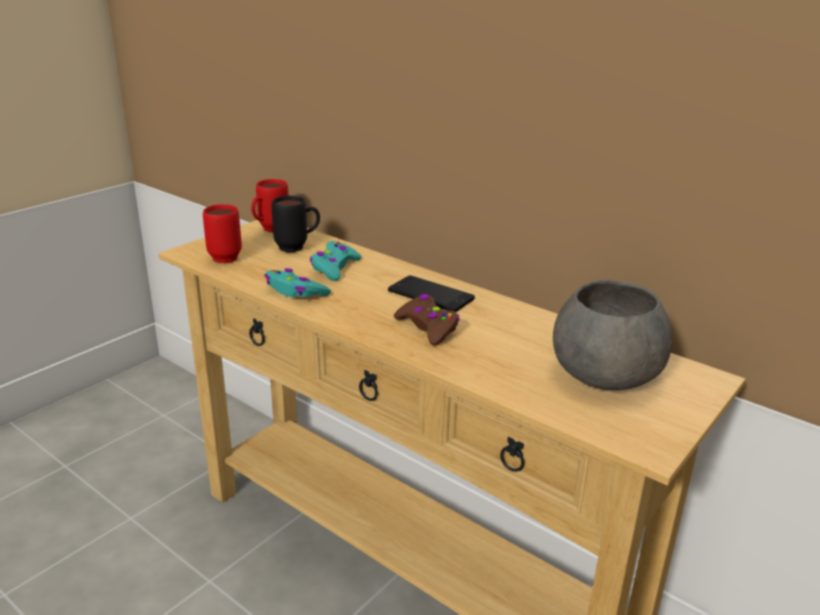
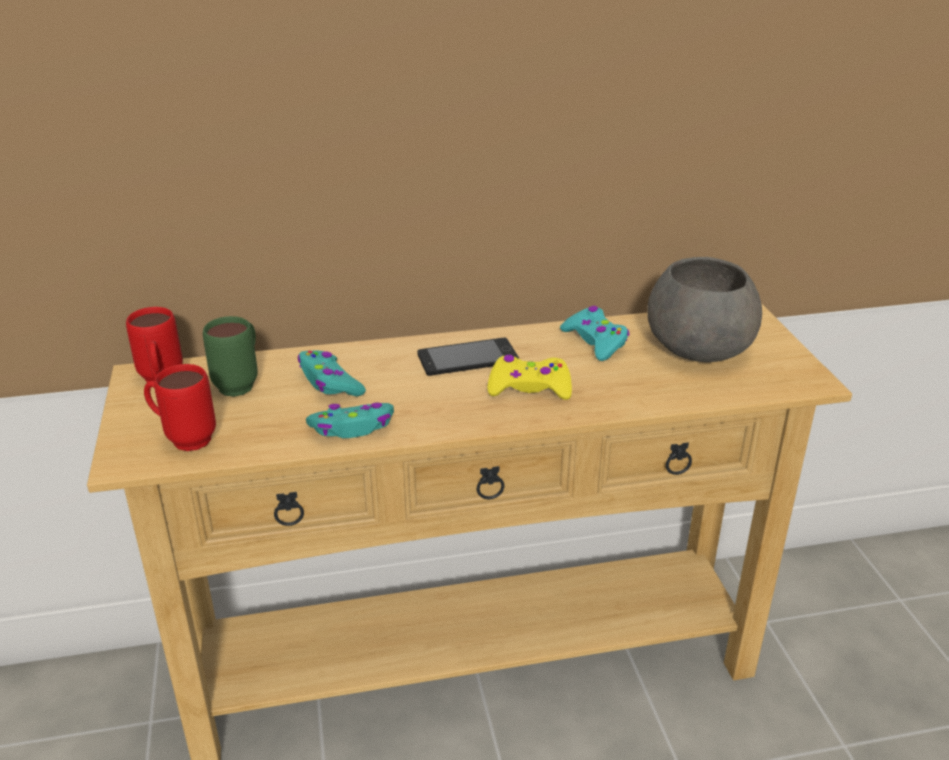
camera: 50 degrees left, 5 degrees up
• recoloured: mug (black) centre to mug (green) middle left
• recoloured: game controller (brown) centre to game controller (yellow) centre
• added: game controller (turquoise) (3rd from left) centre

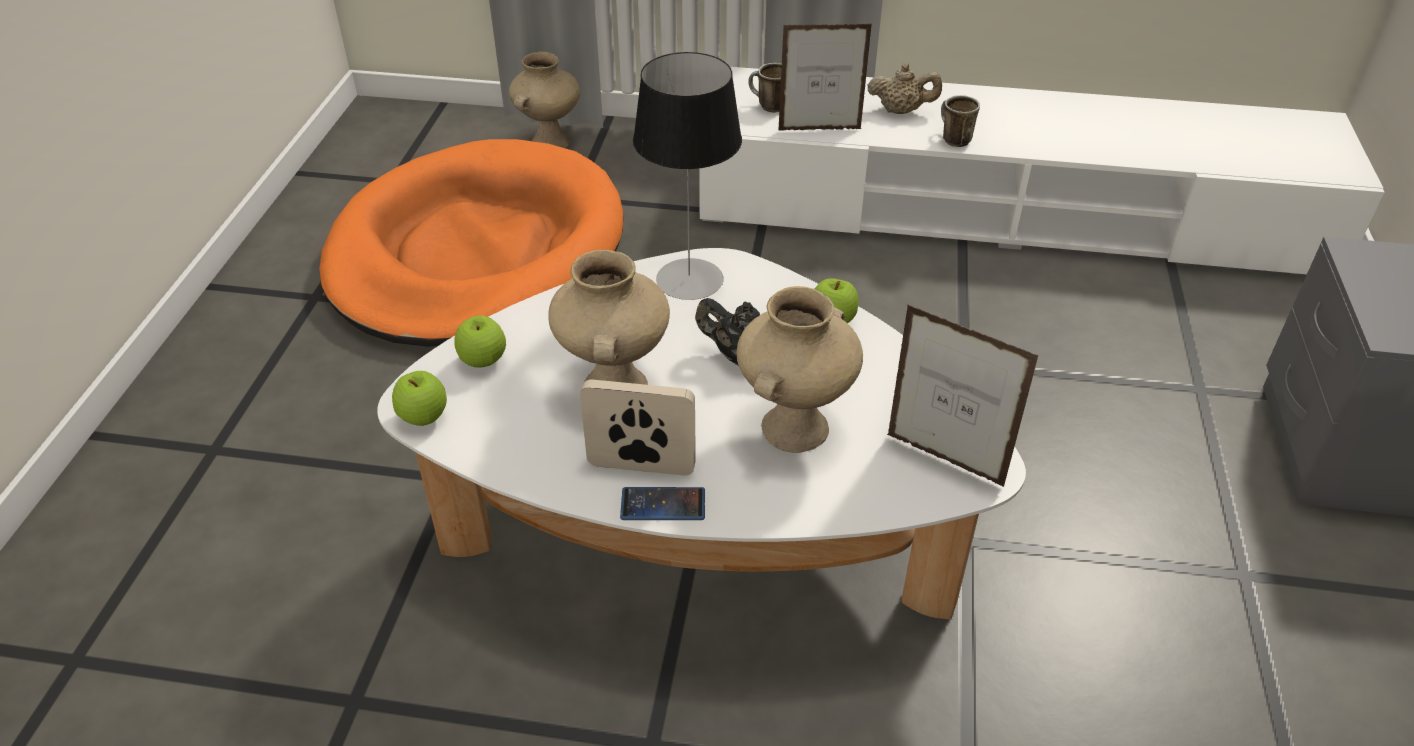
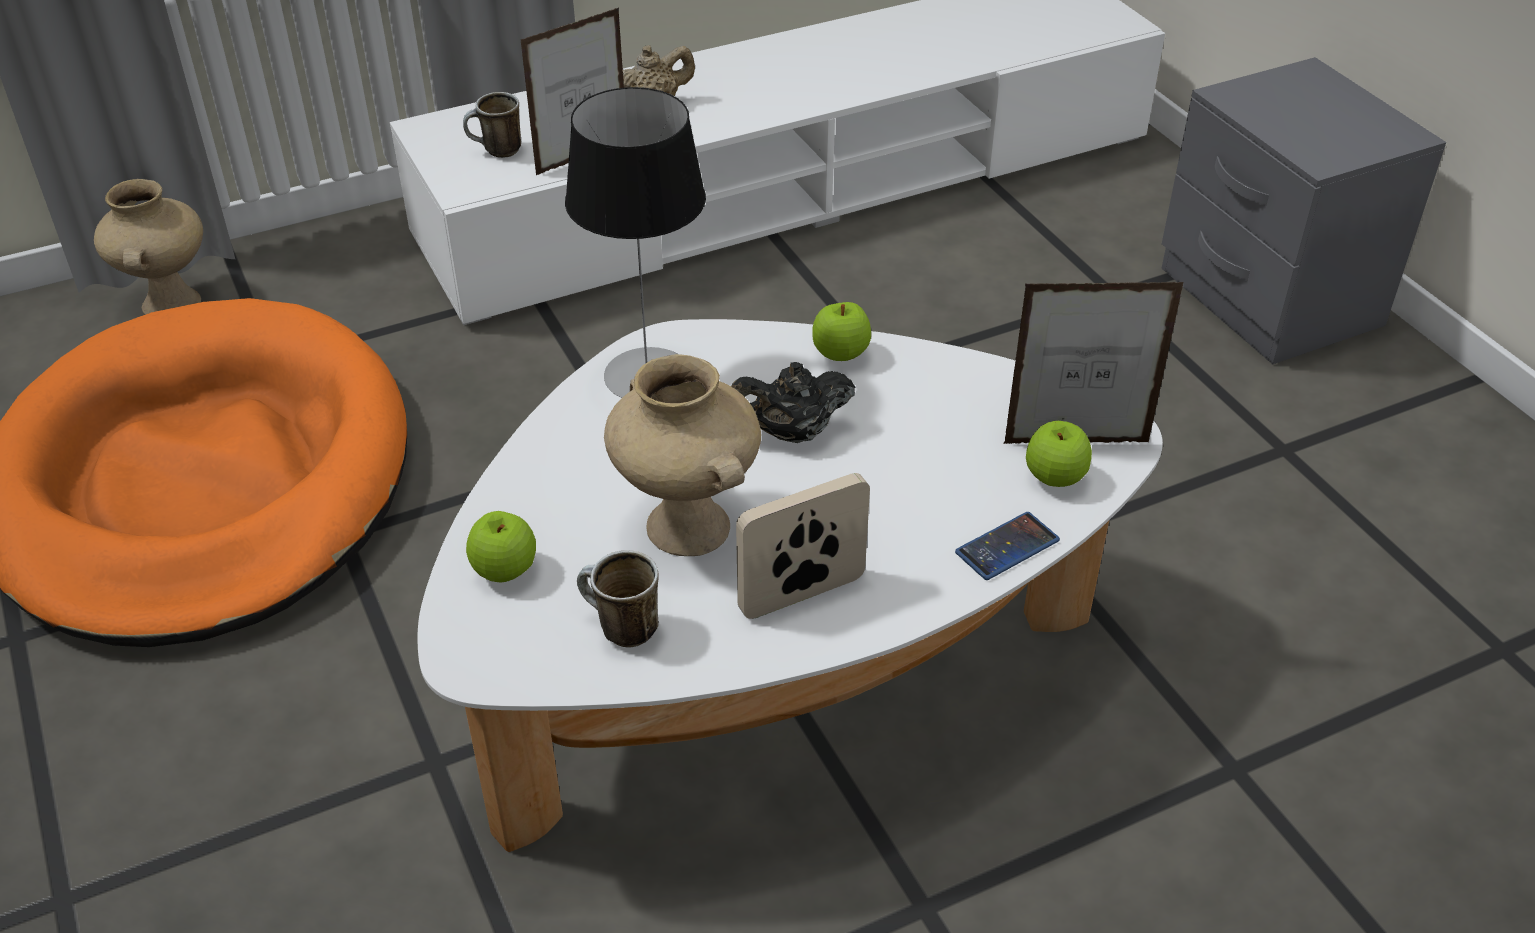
camera: 35 degrees left, 0 degrees up
• moved: mug (2nd from left) top right to centre
• removed: vase (beige) (3rd from left) centre
• moved: apple (1st from left in the first image) middle left to apple (3rd from left) middle right
• moved: phone bottom centre to centre

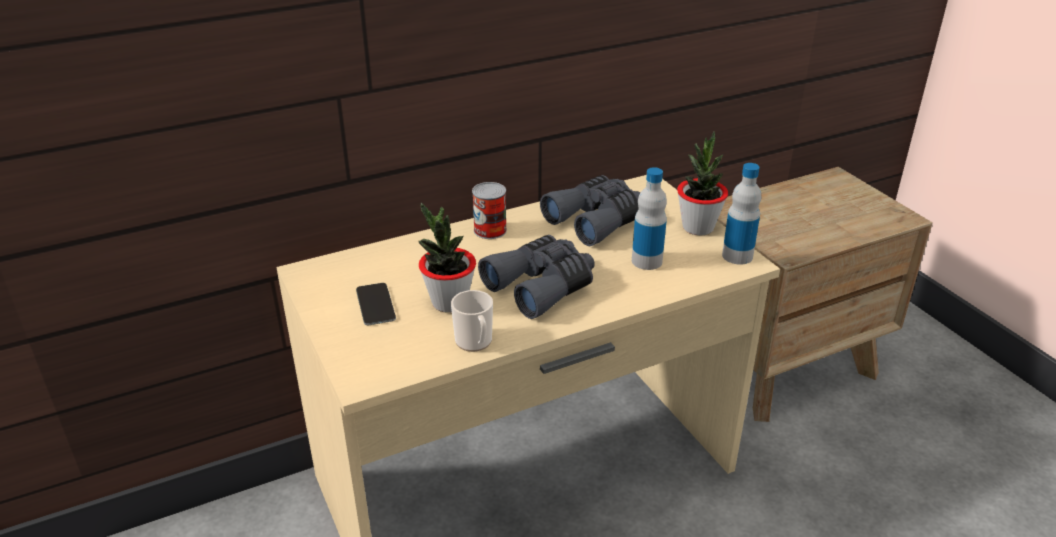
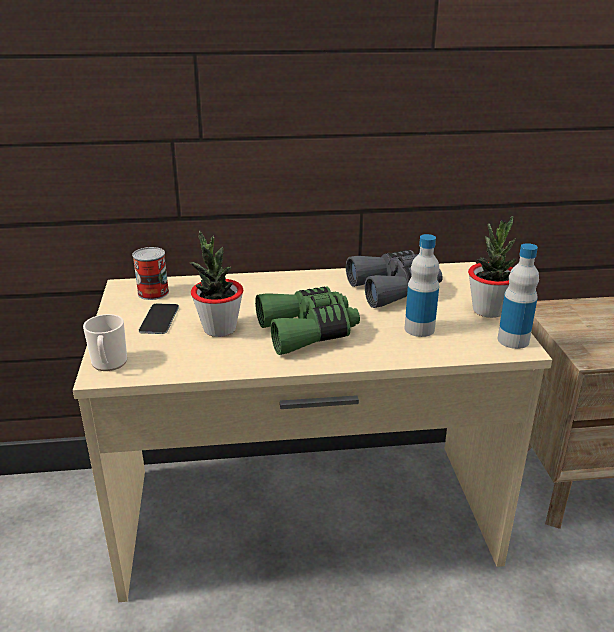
camera: 20 degrees right, 5 degrees down
• moved: can centre to middle left
• recoloured: binoculars (grey) (1st from left) centre to binoculars (green) centre
• moved: mug centre to middle left

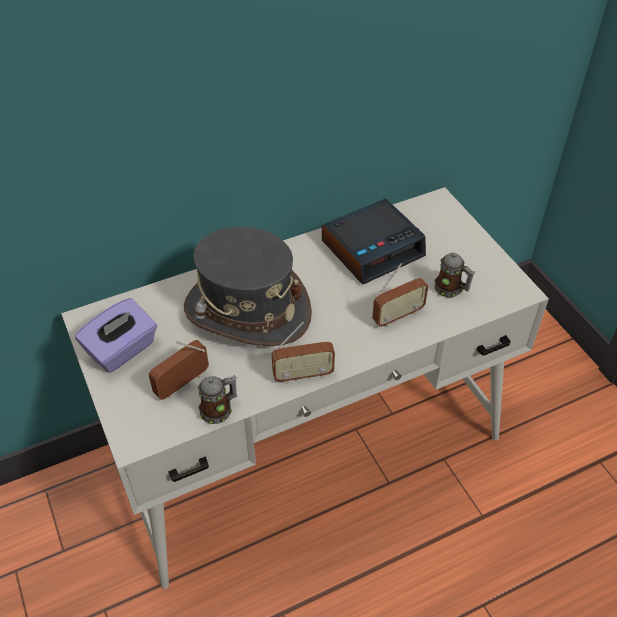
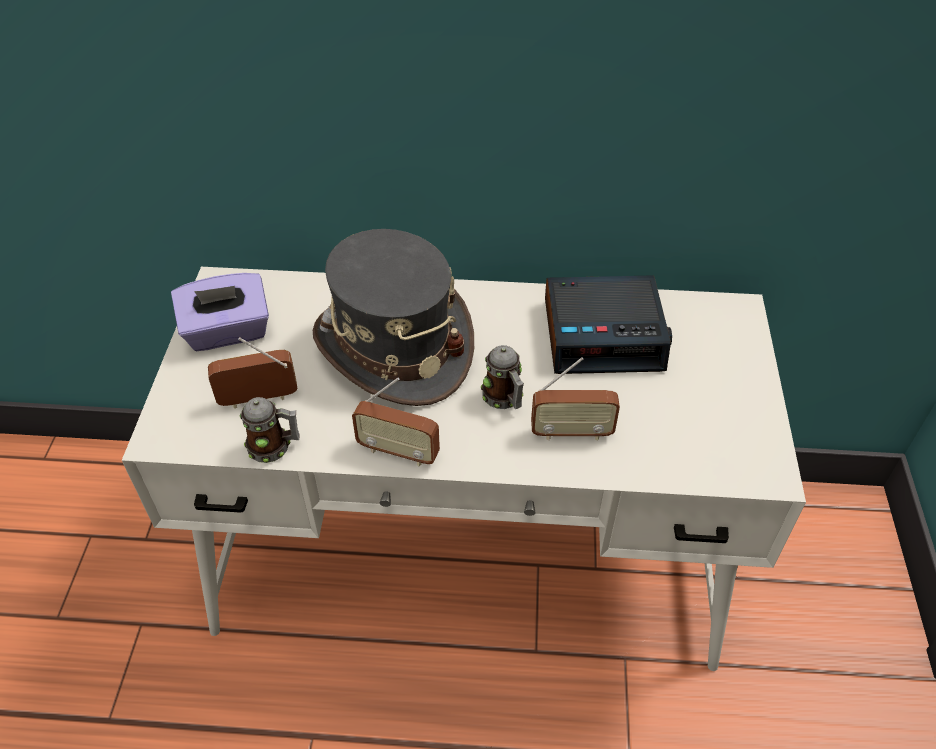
camera: 30 degrees right, 0 degrees up
• moved: mug (2nd from left) middle right to centre

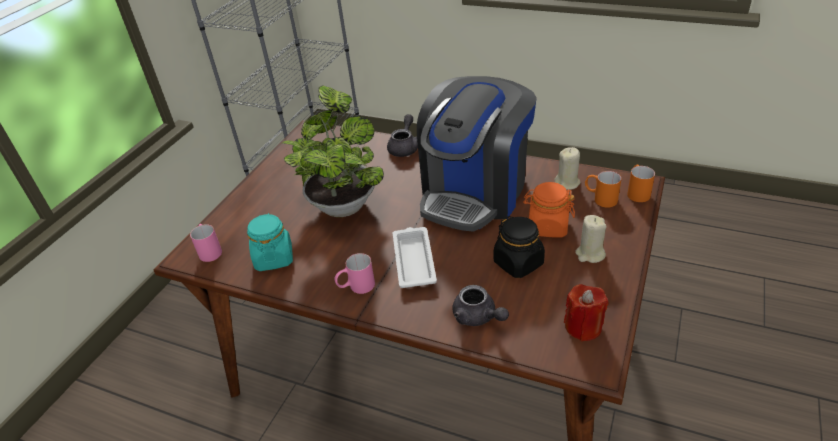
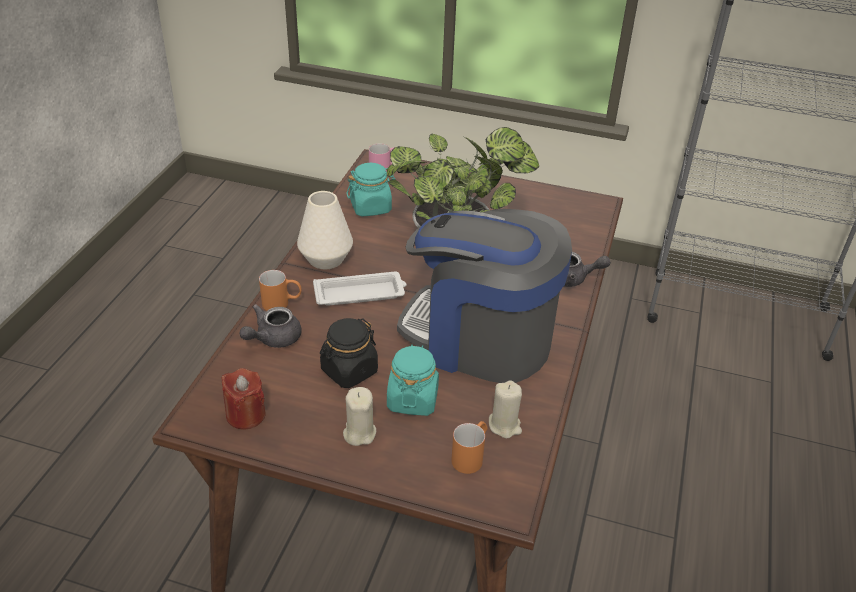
camera: 80 degrees right, 0 degrees up
• moved: mug (orange) (2nd from left in the first image) middle right to mug (orange) (1st from left) middle left
• recoloured: jar (orange) centre to jar (turquoise) (2nd from left) centre
• replaced: mug (pink) (2nd from left) centre to vase (white) centre

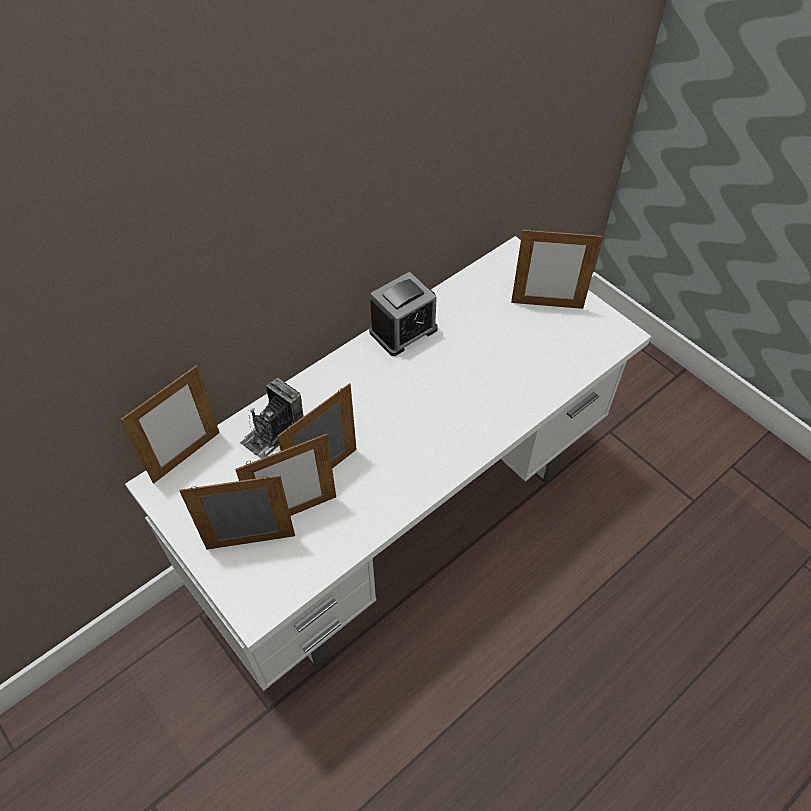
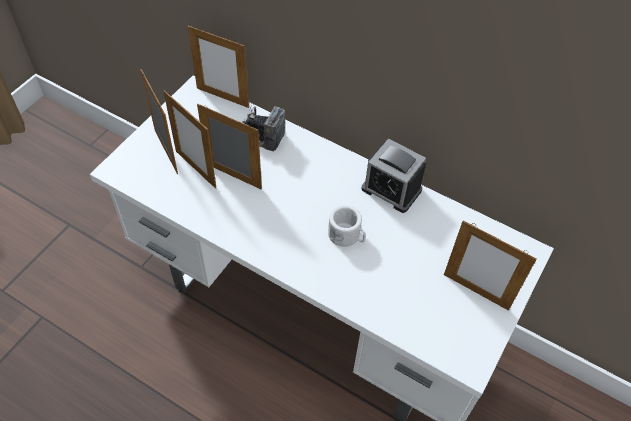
camera: 70 degrees right, 0 degrees up
• turned: picture frame (5th from left) top right = middle right 45 degrees counterclockwise
• added: mug (white) centre

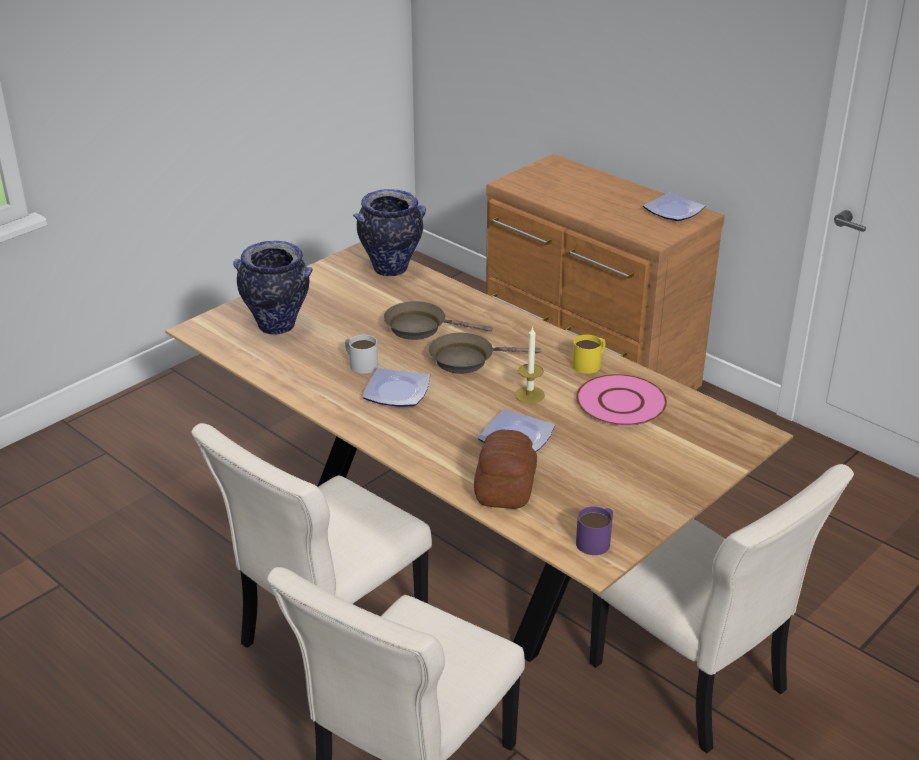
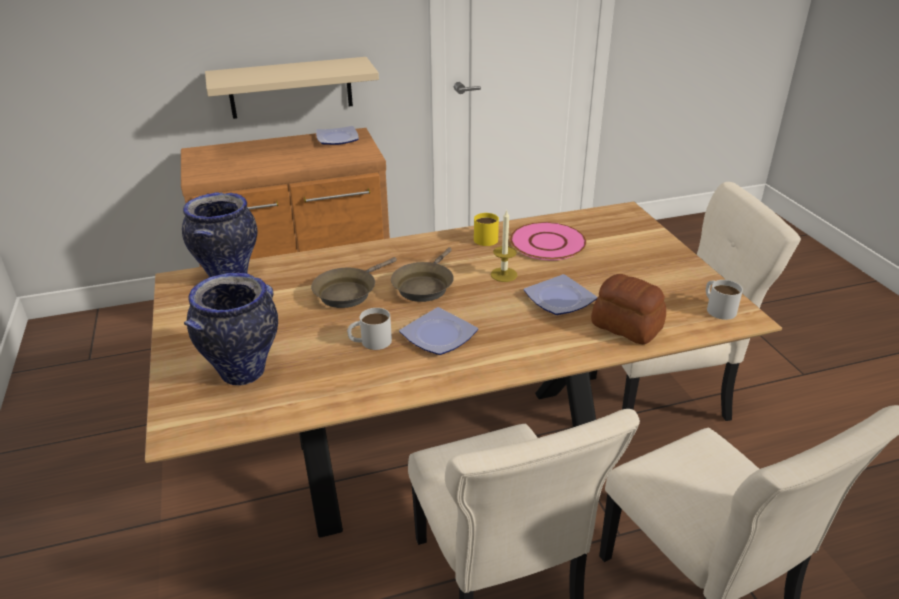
camera: 60 degrees left, 0 degrees up
• recoloured: mug (purple) bottom centre to mug (white) (2nd from left) middle right
• added: shelf (beige) top left

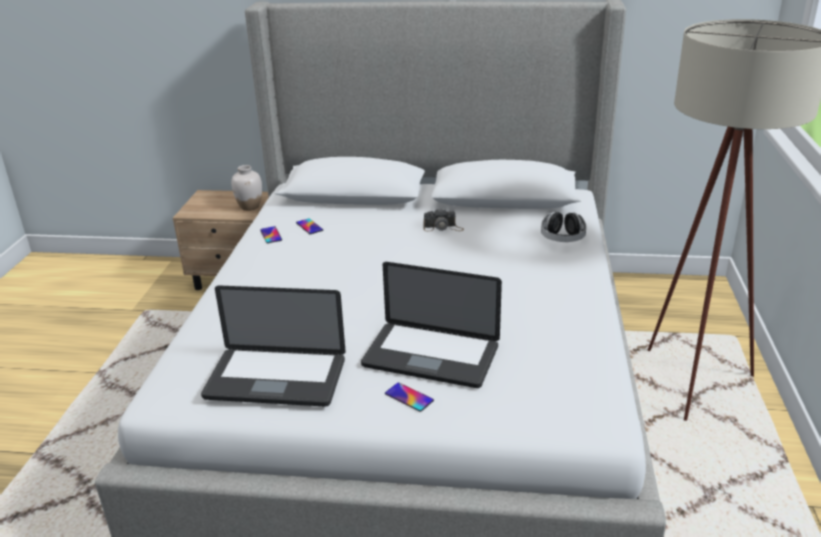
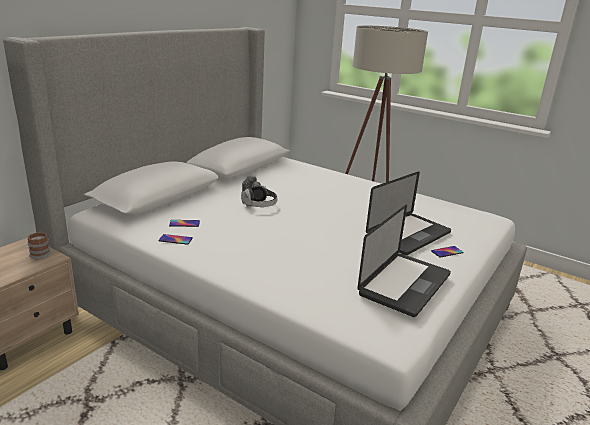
camera: 65 degrees left, 5 degrees down
• replaced: vase (white) middle left to mug middle left
• moved: headphones middle right to centre

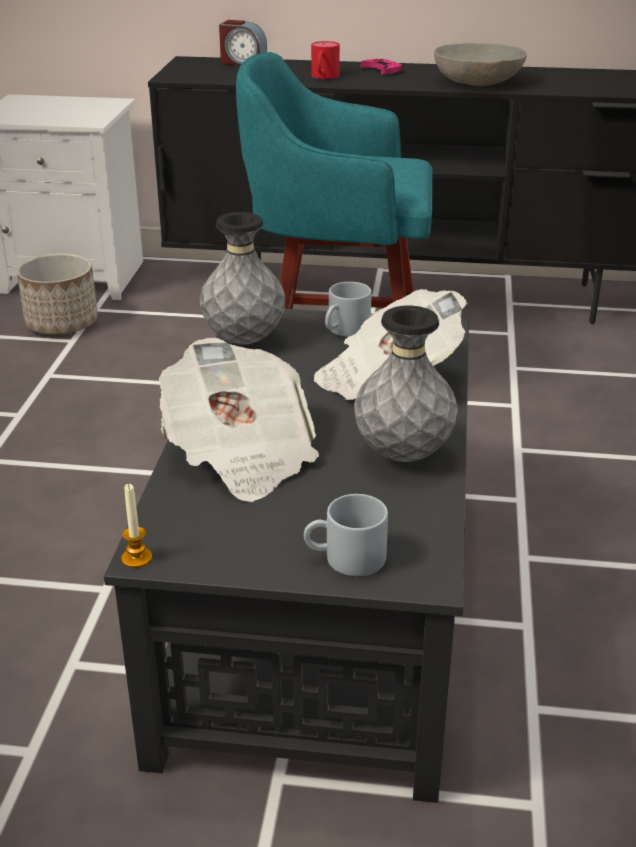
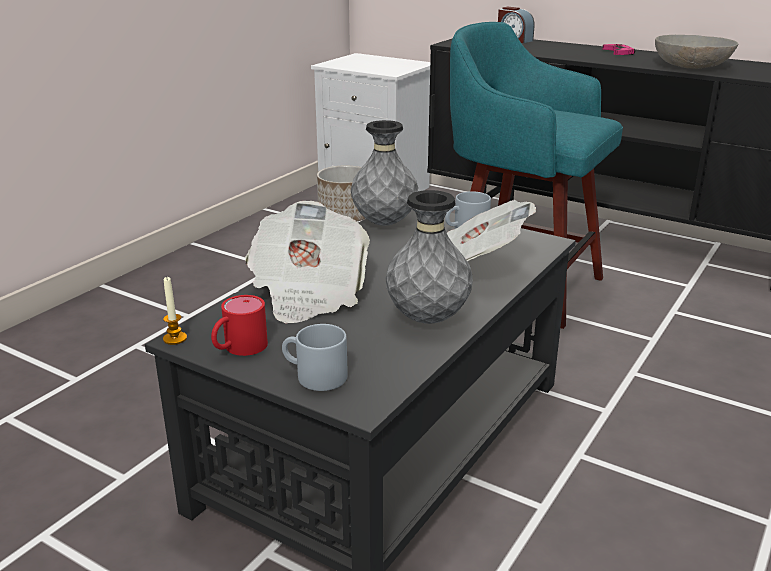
camera: 25 degrees right, 5 degrees down
• moved: mug (red) top centre to middle left

